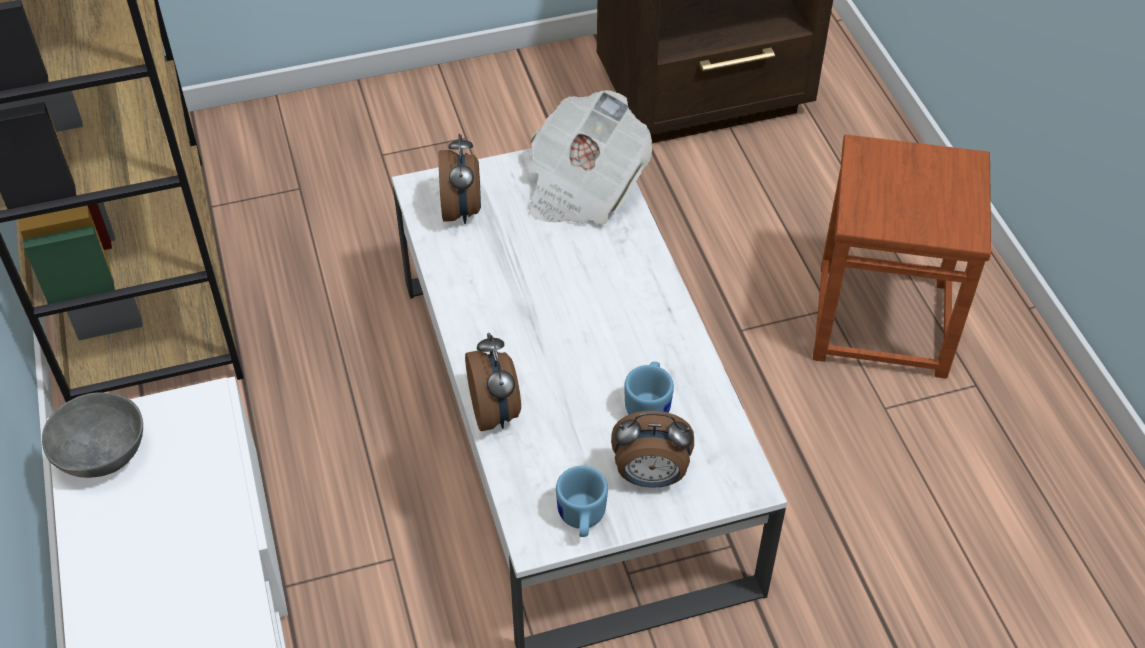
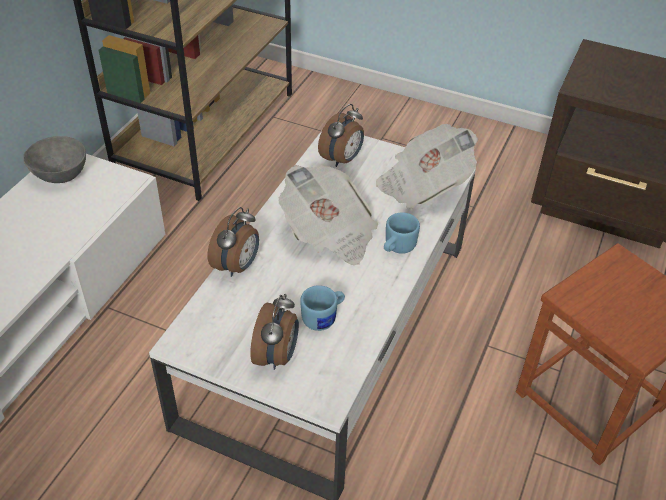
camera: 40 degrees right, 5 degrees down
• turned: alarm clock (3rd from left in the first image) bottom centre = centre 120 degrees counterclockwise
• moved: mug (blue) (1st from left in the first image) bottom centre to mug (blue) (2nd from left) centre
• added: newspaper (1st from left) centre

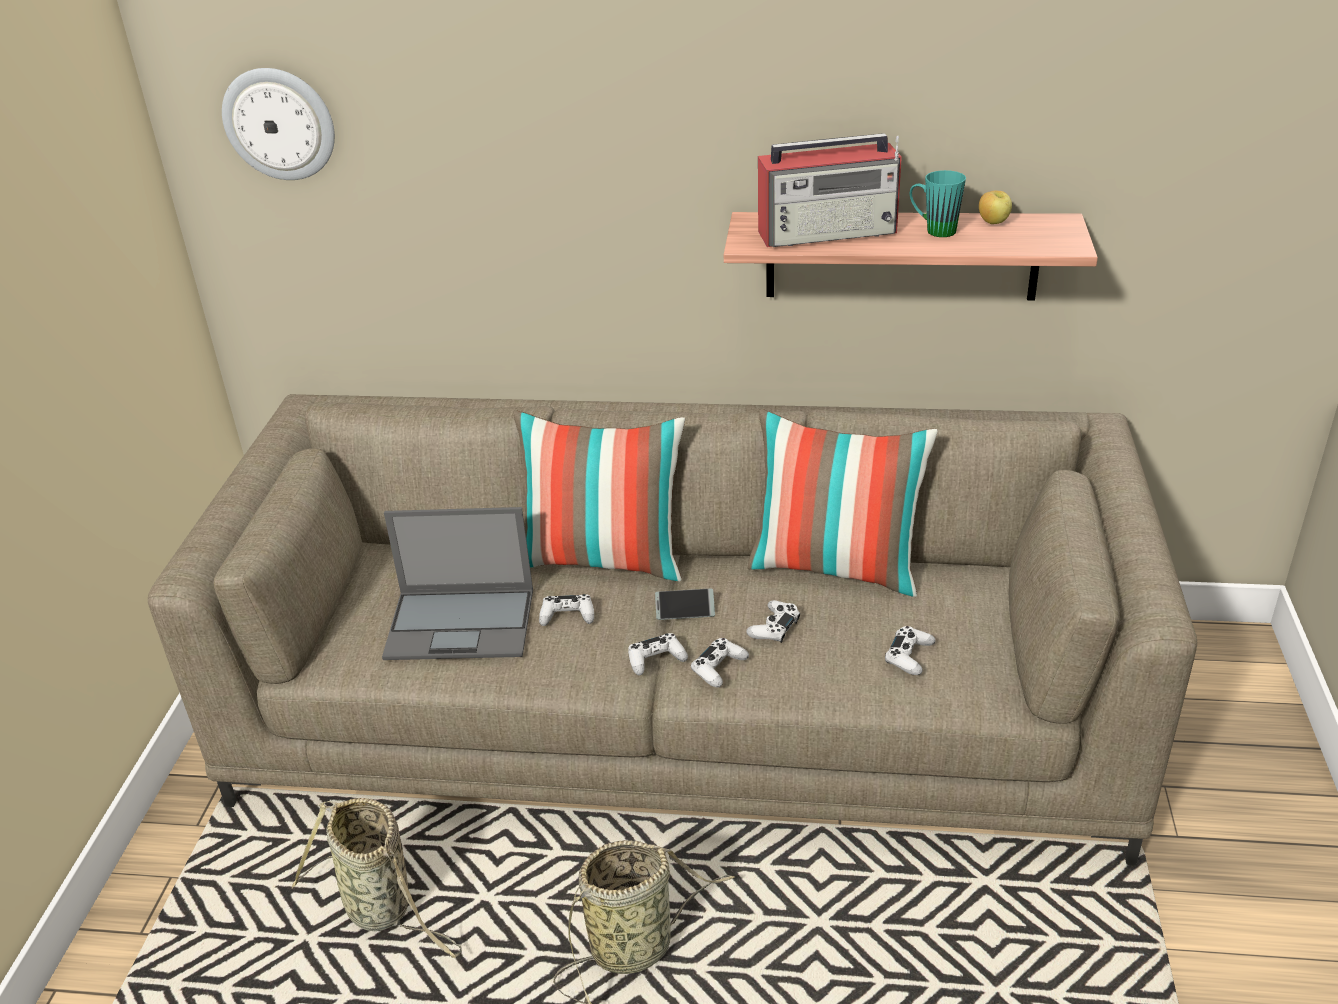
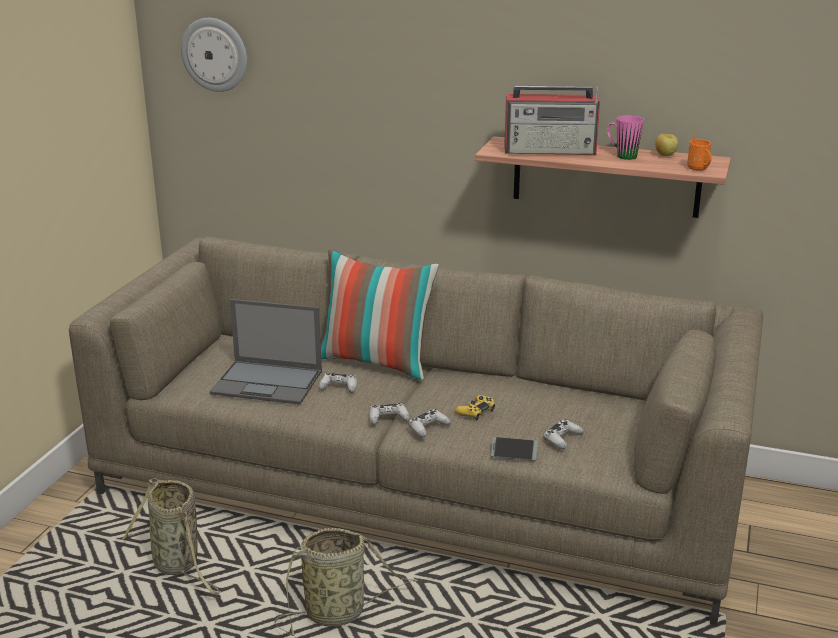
camera: 10 degrees right, 10 degrees down
• recoloured: mug (turquoise) top right to mug (pink) top right
• removed: pillow (2nd from left) centre
• moved: phone centre to bottom centre
• recoloured: game controller (white) (4th from left) centre to game controller (yellow) centre
• added: mug (orange) top right

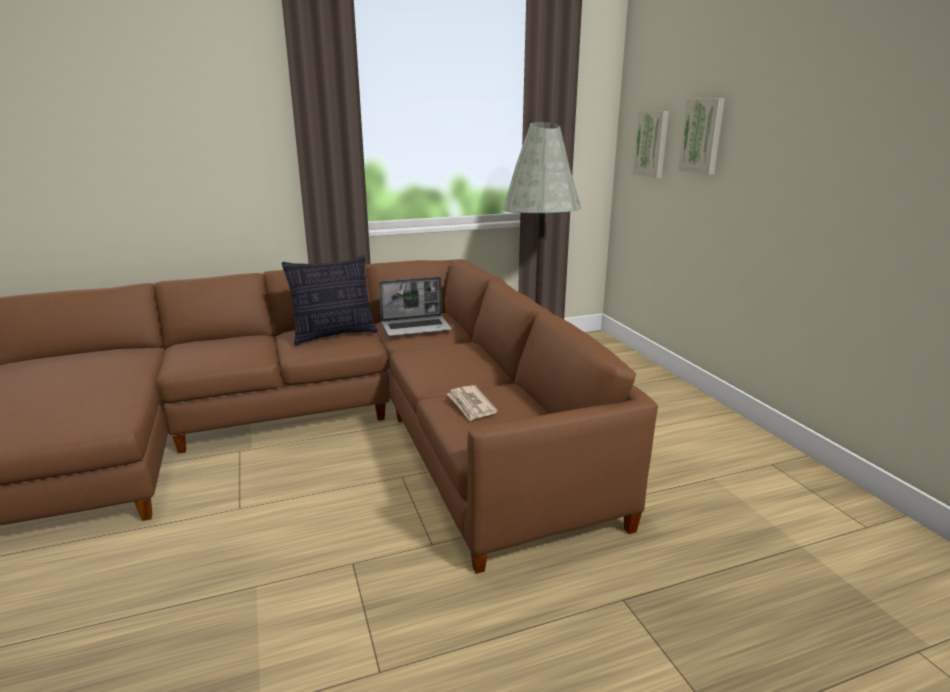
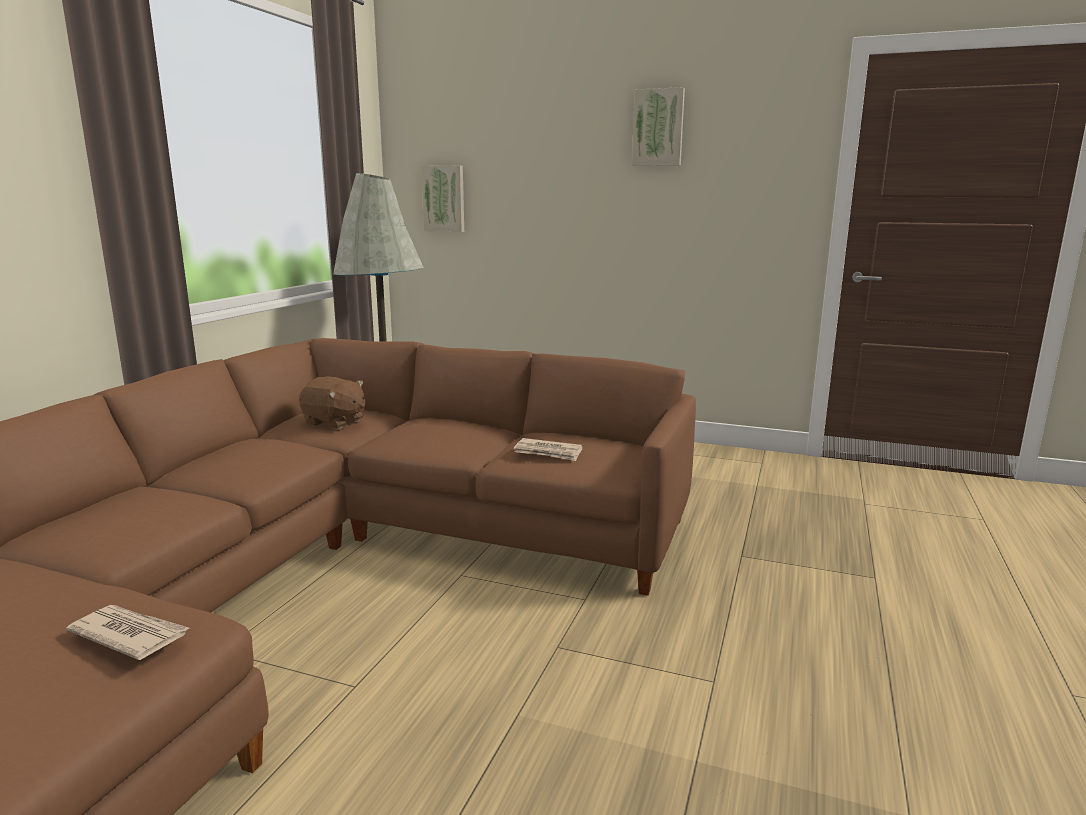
camera: 50 degrees left, 5 degrees down
• moved: picture (2nd from left) top right to top centre
• removed: pillow centre
• replaced: laptop centre to plush toy (brown) middle left
• added: newspaper (1st from left) bottom left

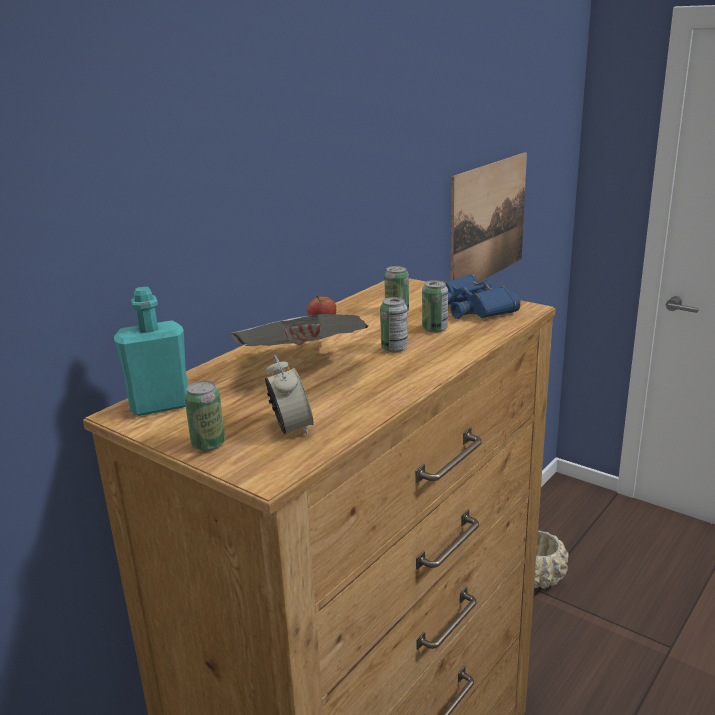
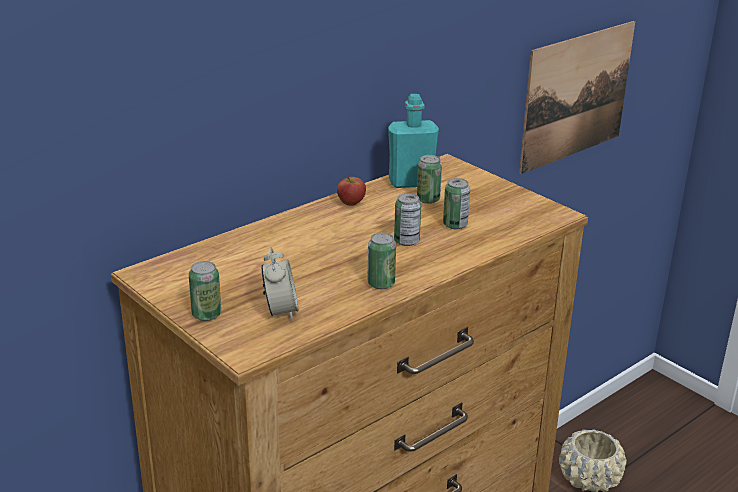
camera: 10 degrees right, 5 degrees up
• removed: binoculars (blue) middle right
• moved: bottle (turquoise) middle left to top centre
• removed: newspaper centre
• added: can (2nd from left) centre

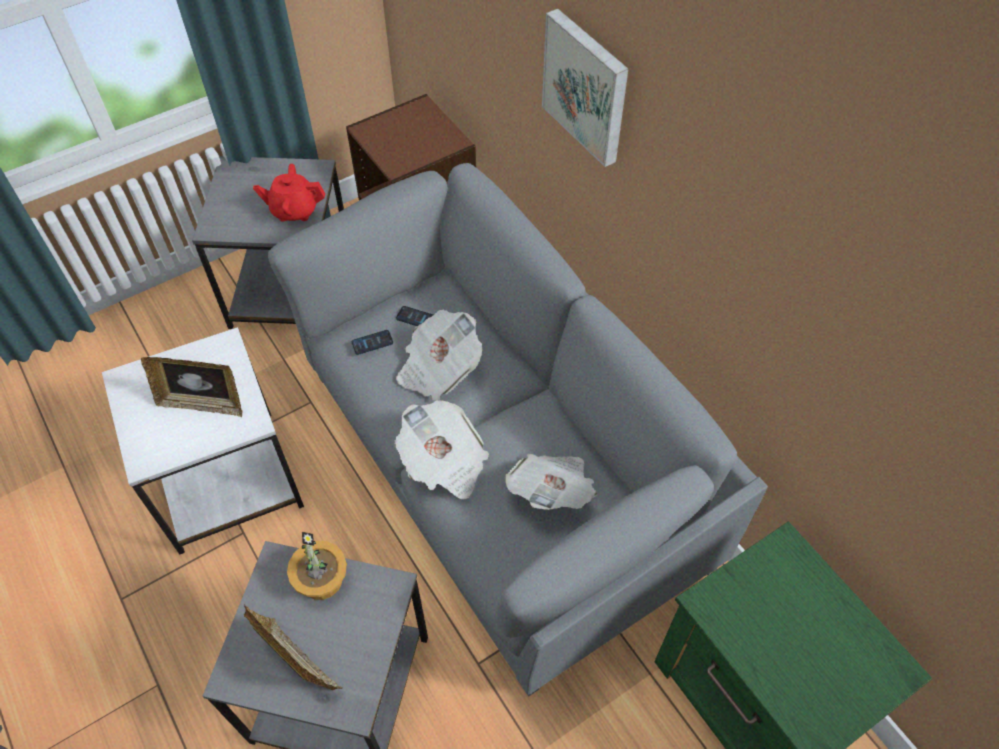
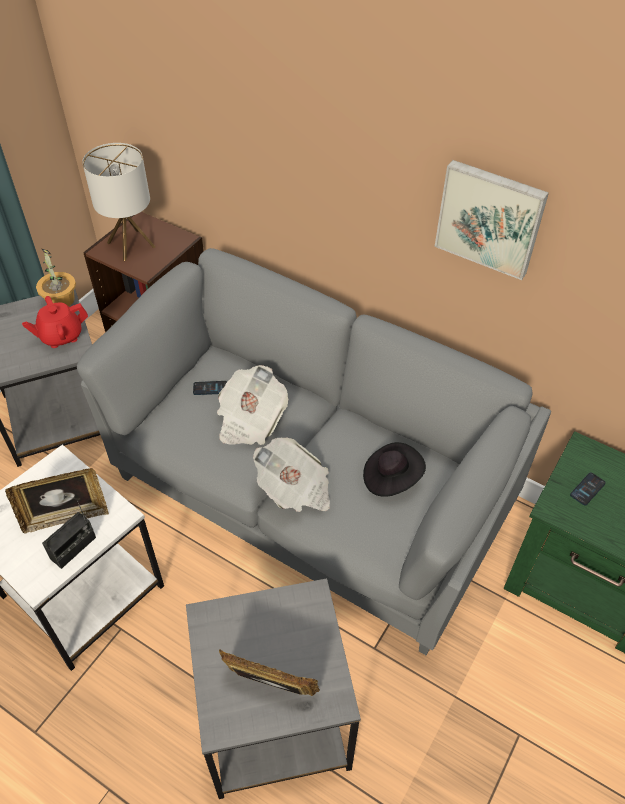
camera: 25 degrees left, 5 degrees down
• moved: picture top centre to top right
• moved: phone (1st from left in the first image) centre to phone (2nd from left) middle right
• replaced: newspaper (3rd from left) centre to hat (black) centre
• moved: potted plant bottom left to middle left
• added: table lamp top left
• added: radio middle left

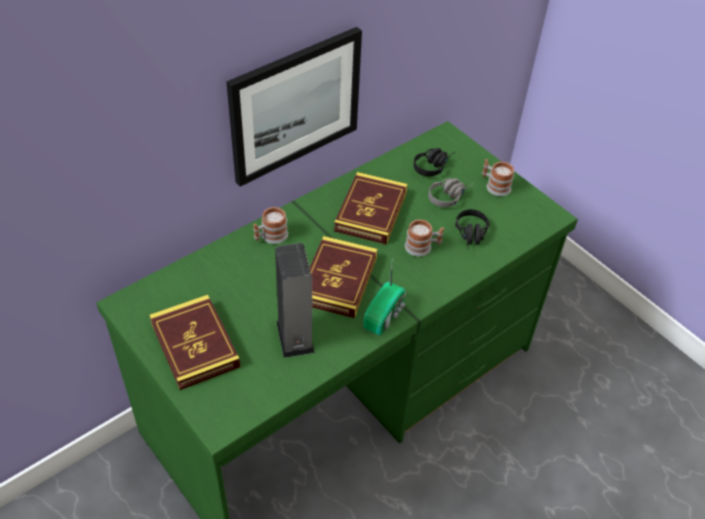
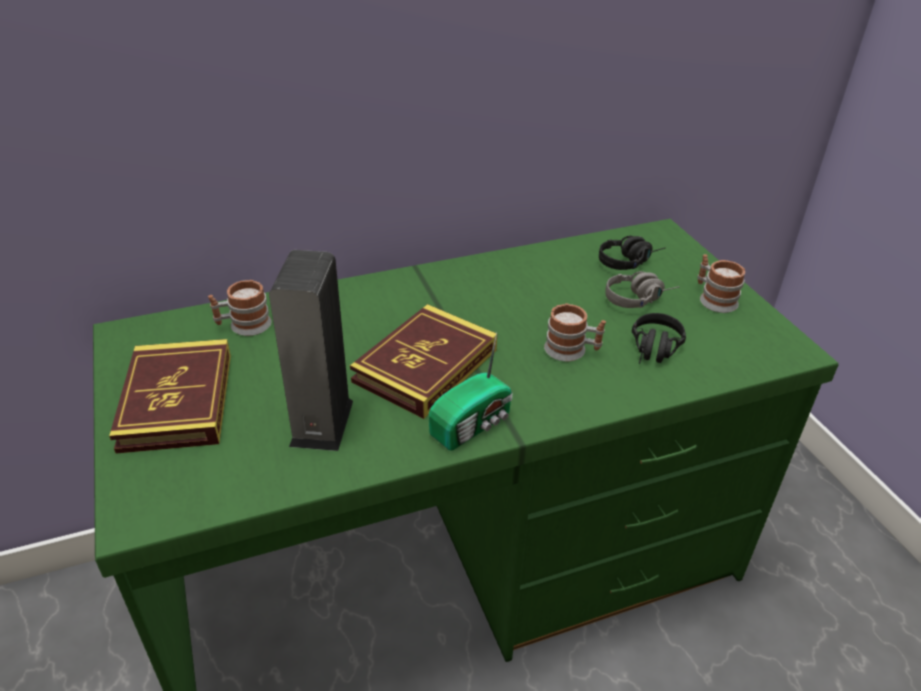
camera: 20 degrees right, 10 degrees down
• removed: picture top centre
• removed: book (3rd from left) centre
• moved: mug (1st from left) centre to middle left

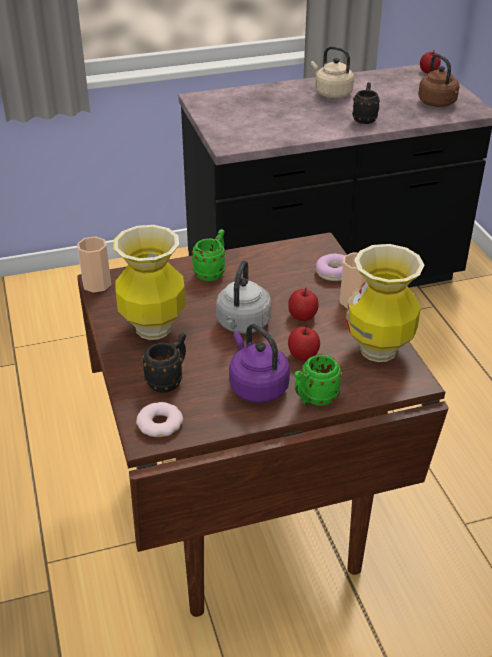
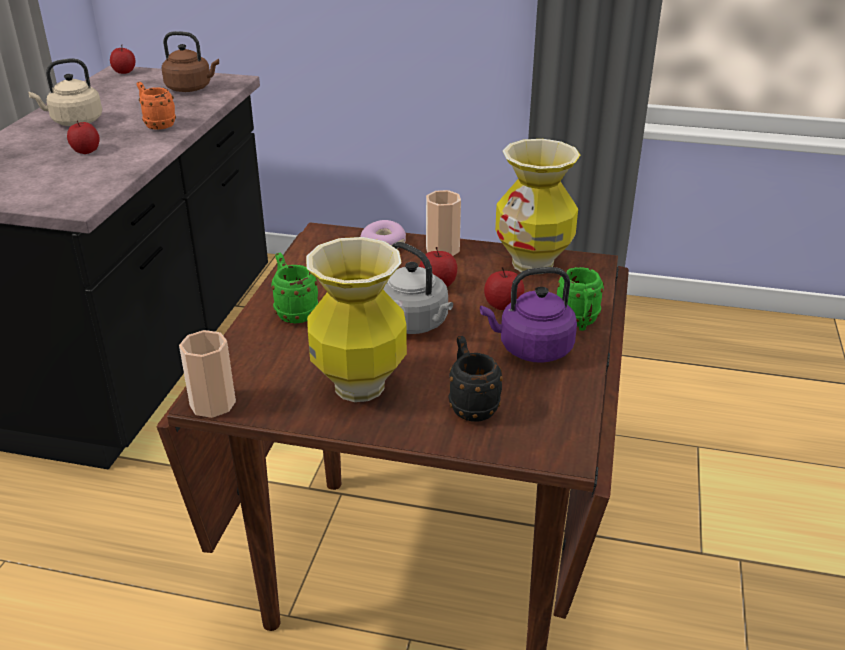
camera: 60 degrees left, 5 degrees down
• recoloured: mug (black) (2nd from left) top right to mug (orange) top left
• removed: donut (1st from left) middle left
• added: apple (1st from left) top left

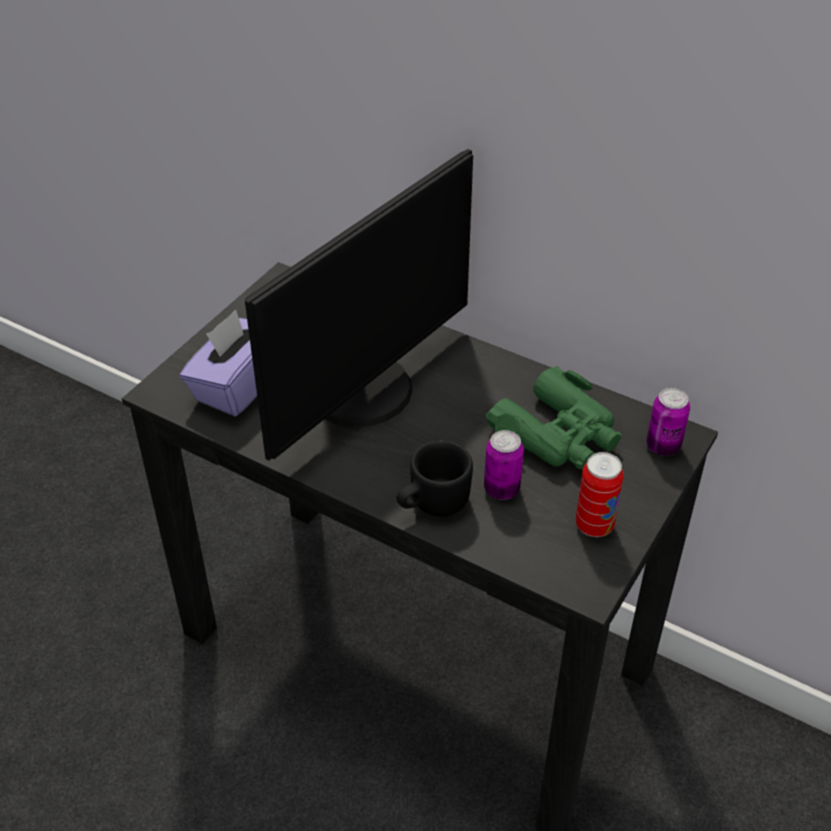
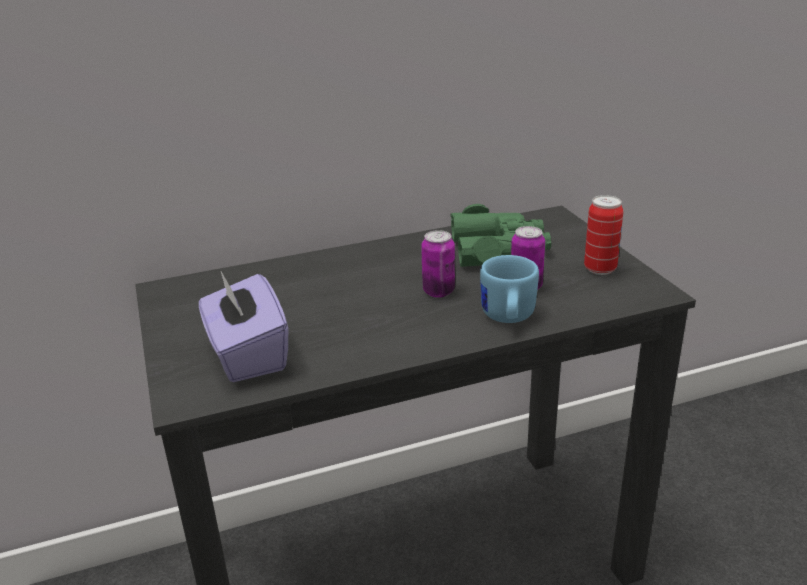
camera: 50 degrees left, 15 degrees down
• removed: monitor centre
• moved: can (3rd from left in the first image) middle right to can (1st from left) centre
• recoloured: mug (black) centre to mug (blue) centre

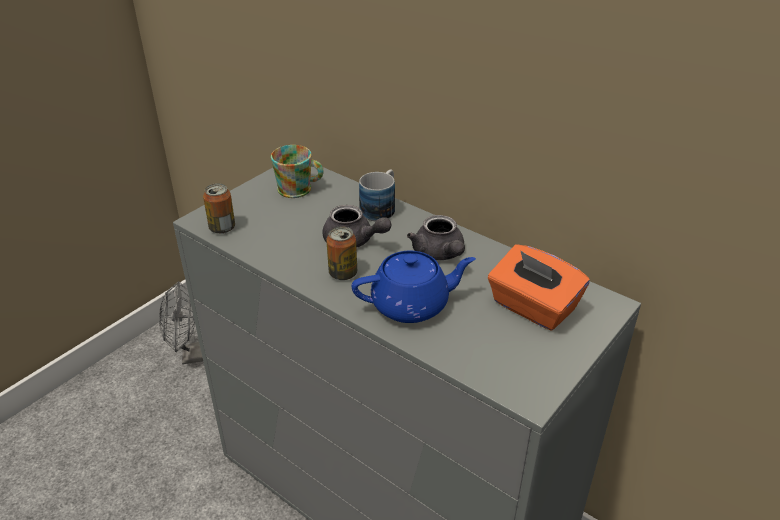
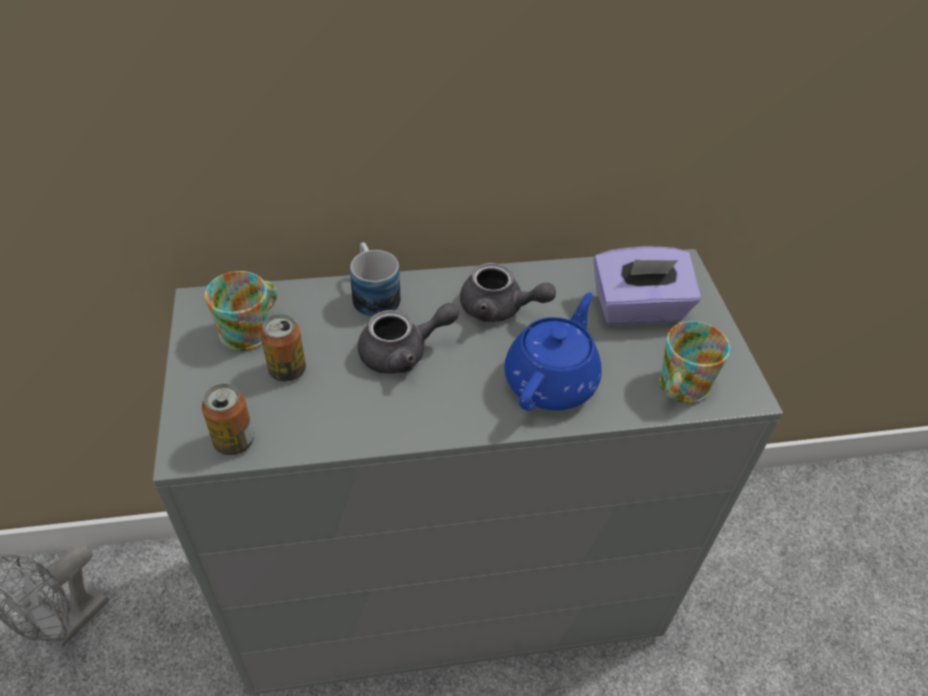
camera: 50 degrees left, 10 degrees up
• moved: can (2nd from left) centre to middle left
• recoloured: tissue box (orange) middle right to tissue box (purple) middle right
• added: mug (3rd from left) middle right

